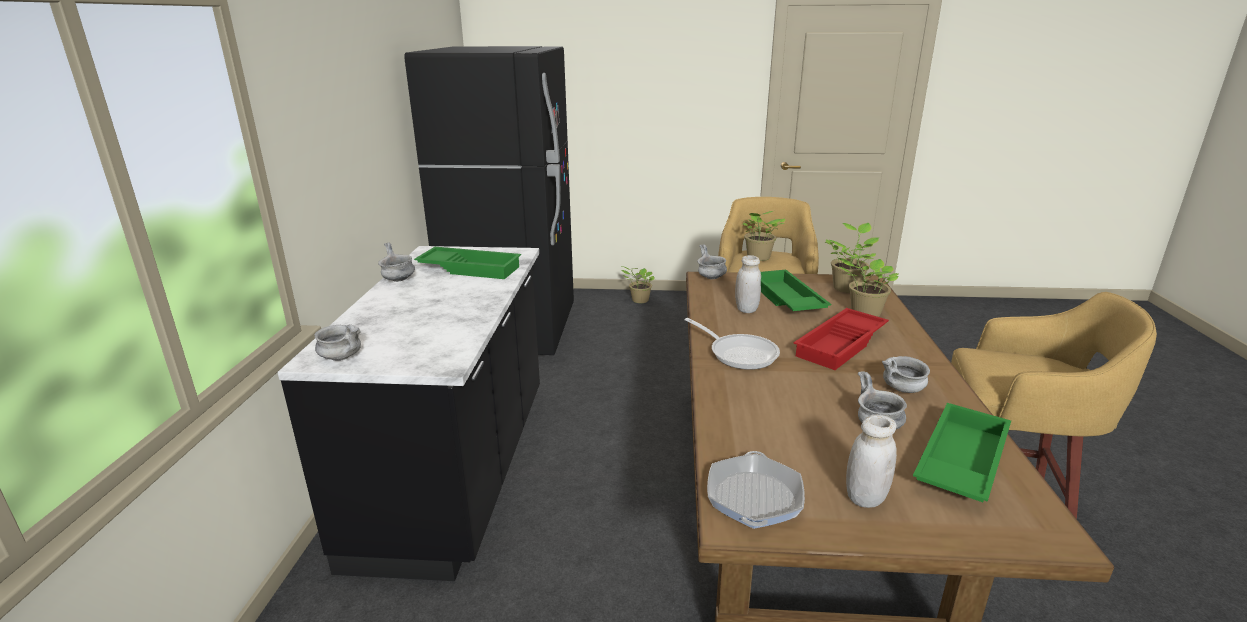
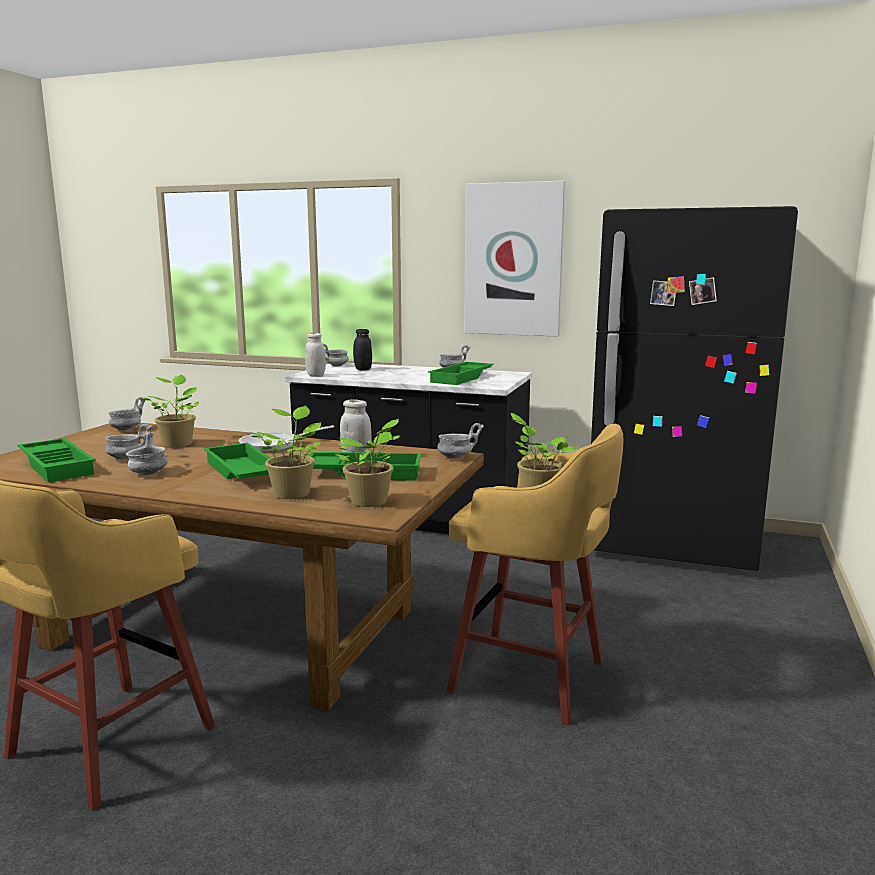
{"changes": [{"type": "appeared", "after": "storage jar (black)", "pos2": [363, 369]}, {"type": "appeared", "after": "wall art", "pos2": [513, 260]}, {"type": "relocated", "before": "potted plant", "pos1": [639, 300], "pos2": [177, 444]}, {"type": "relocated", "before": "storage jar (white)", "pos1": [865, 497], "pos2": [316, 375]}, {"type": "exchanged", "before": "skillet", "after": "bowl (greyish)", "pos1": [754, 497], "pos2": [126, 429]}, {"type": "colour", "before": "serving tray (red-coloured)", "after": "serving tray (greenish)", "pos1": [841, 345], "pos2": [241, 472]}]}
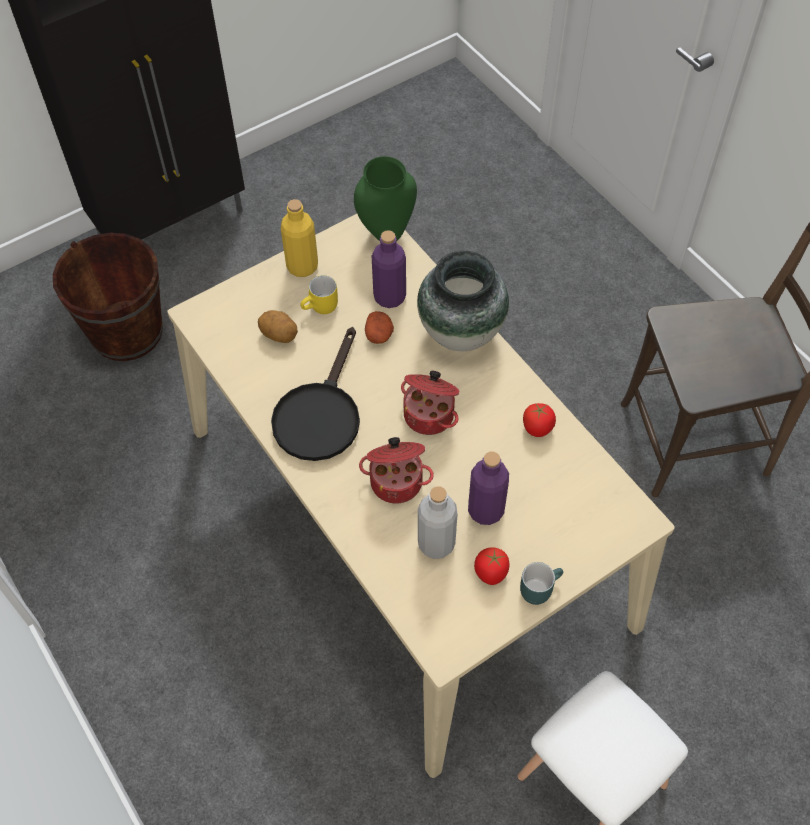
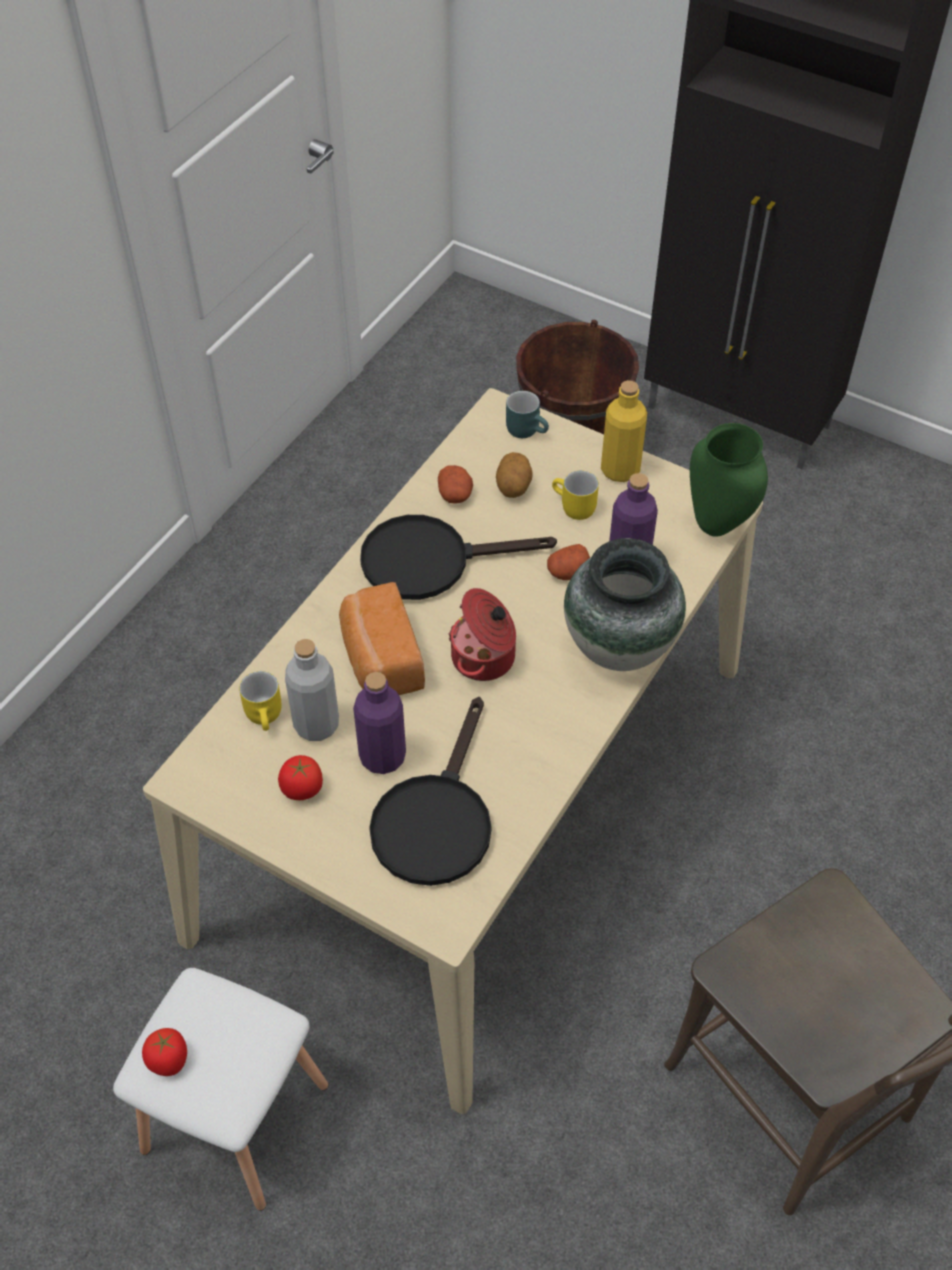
{"changes": [{"type": "appeared", "after": "coffee mug (yellow-coloured)", "pos2": [267, 716]}, {"type": "appeared", "after": "skillet (black)", "pos2": [436, 818]}, {"type": "appeared", "after": "potato", "pos2": [455, 494]}, {"type": "relocated", "before": "coffee mug (blue-green)", "pos1": [538, 587], "pos2": [528, 429]}, {"type": "relocated", "before": "tomato", "pos1": [537, 428], "pos2": [169, 1061]}, {"type": "exchanged", "before": "cooking pot", "after": "baked bread", "pos1": [396, 480], "pos2": [380, 659]}]}
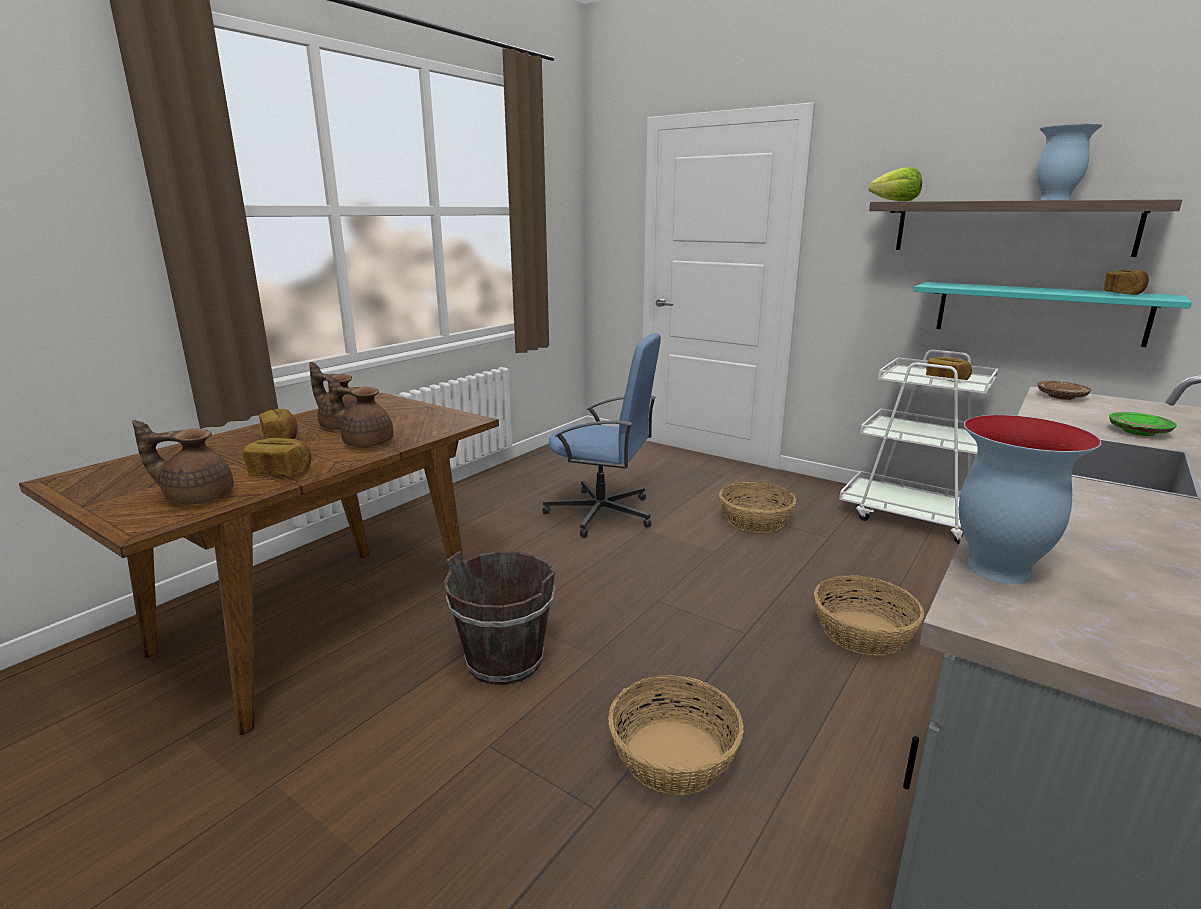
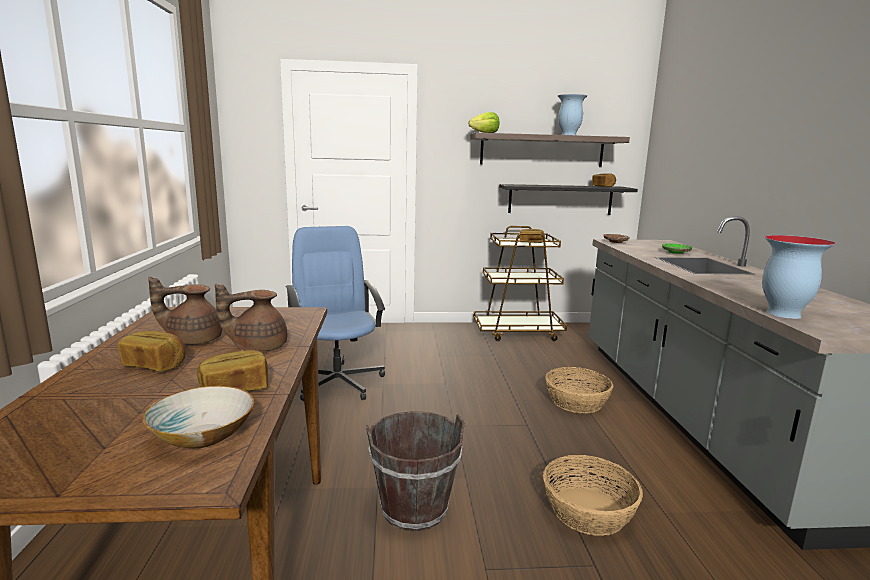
{"changes": [{"type": "missing", "before": "household basket", "pos1": [755, 520]}, {"type": "exchanged", "before": "pot for tea (brownish)", "after": "bowl", "pos1": [197, 497], "pos2": [202, 436]}, {"type": "colour", "before": "cart (white)", "after": "cart (brownish)", "pos1": [914, 517], "pos2": [518, 332]}, {"type": "colour", "before": "wall shelf (blue-green)", "after": "wall shelf (black)", "pos1": [1039, 312], "pos2": [560, 199]}, {"type": "spun", "before": "office chair (blue)", "pos1": [602, 513], "pos2": [338, 381], "turn": -90}]}
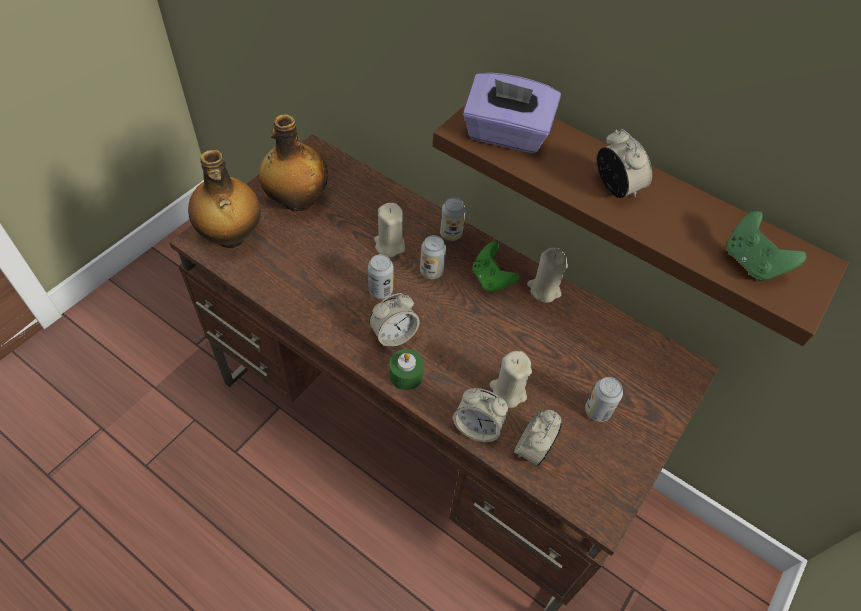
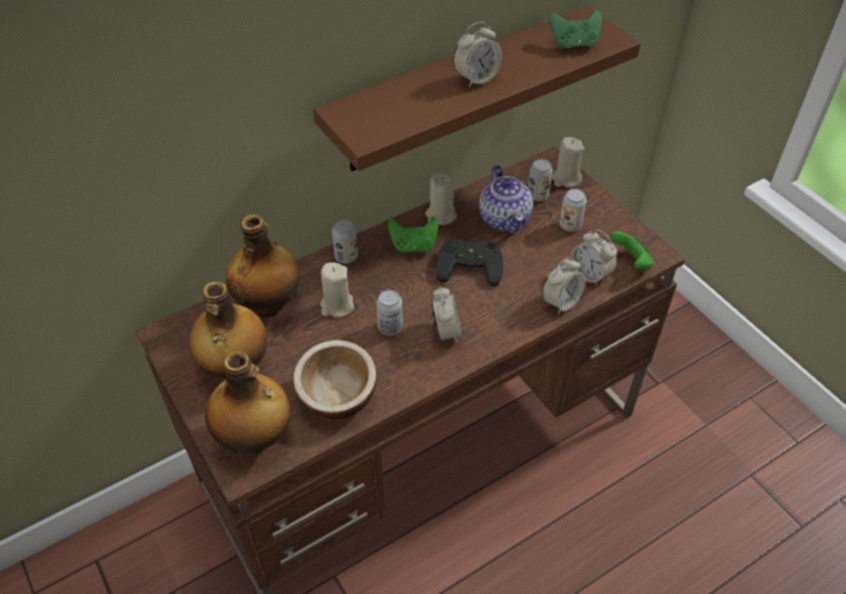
{"changes": [{"type": "missing", "before": "wax candle (greenish)", "pos1": [406, 375]}, {"type": "missing", "before": "tissue box (purple)", "pos1": [506, 135]}, {"type": "appeared", "after": "beverage bottle", "pos2": [269, 303]}, {"type": "appeared", "after": "bowl", "pos2": [337, 395]}, {"type": "appeared", "after": "game controller (black)", "pos2": [470, 263]}, {"type": "appeared", "after": "pot for tea", "pos2": [505, 218]}, {"type": "appeared", "after": "game controller (greenish)", "pos2": [631, 262]}, {"type": "relocated", "before": "sealed can", "pos1": [431, 271], "pos2": [537, 195]}, {"type": "relocated", "before": "wax candle (sand-coloured)", "pos1": [508, 391], "pos2": [566, 179]}, {"type": "spun", "before": "alarm clock", "pos1": [616, 188], "pos2": [476, 78], "turn": 150}]}
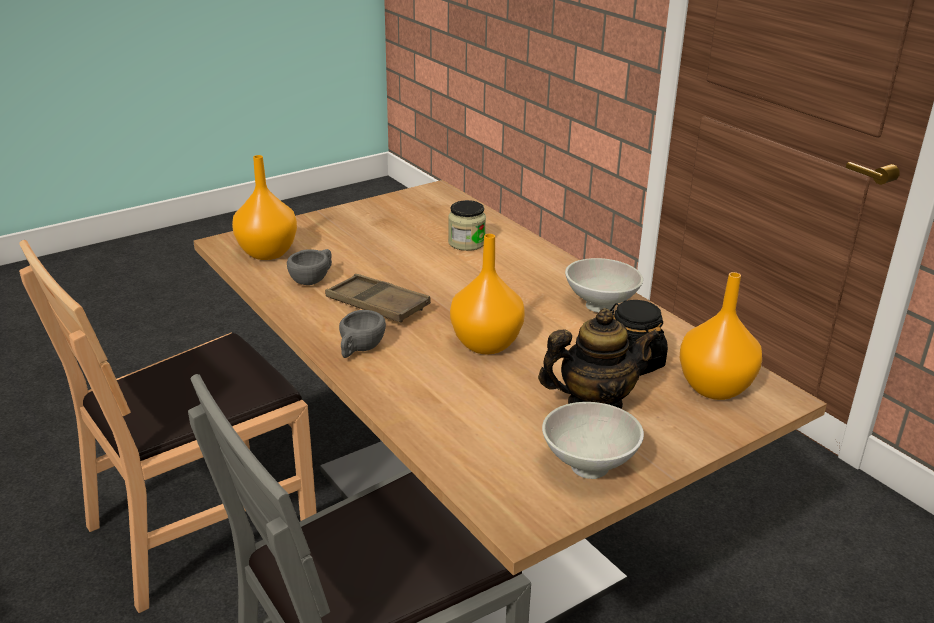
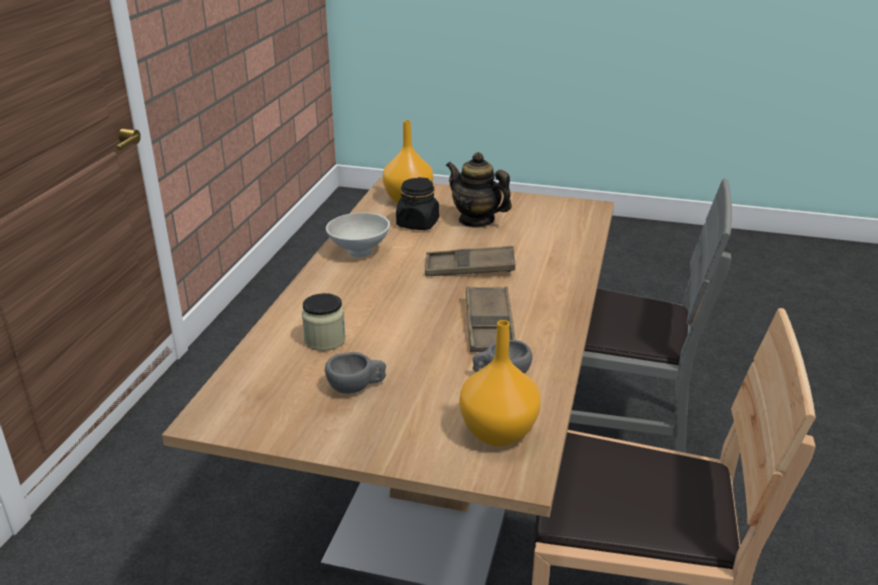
{"changes": [{"type": "missing", "before": "bowl (white)", "pos1": [586, 467]}, {"type": "relocated", "before": "drinking cup (greyish)", "pos1": [359, 350], "pos2": [357, 387]}, {"type": "exchanged", "before": "decorative vase (orange-coloured)", "after": "serving tray (brownish)", "pos1": [485, 343], "pos2": [470, 268]}]}
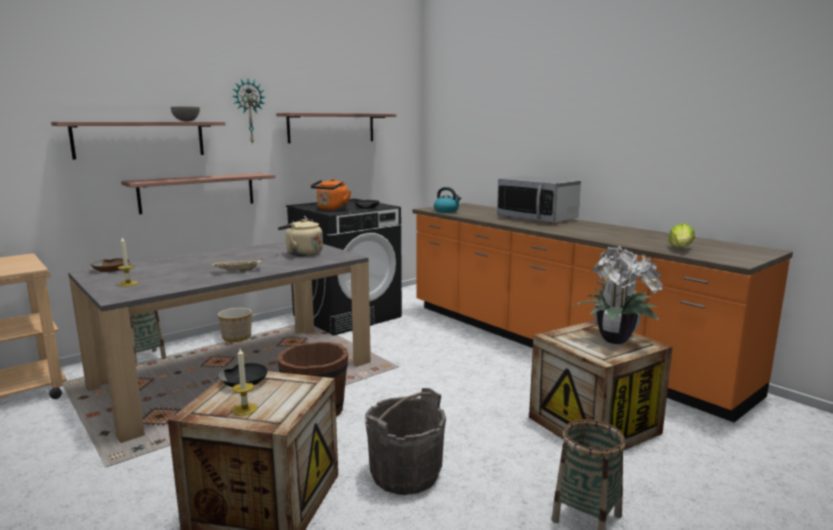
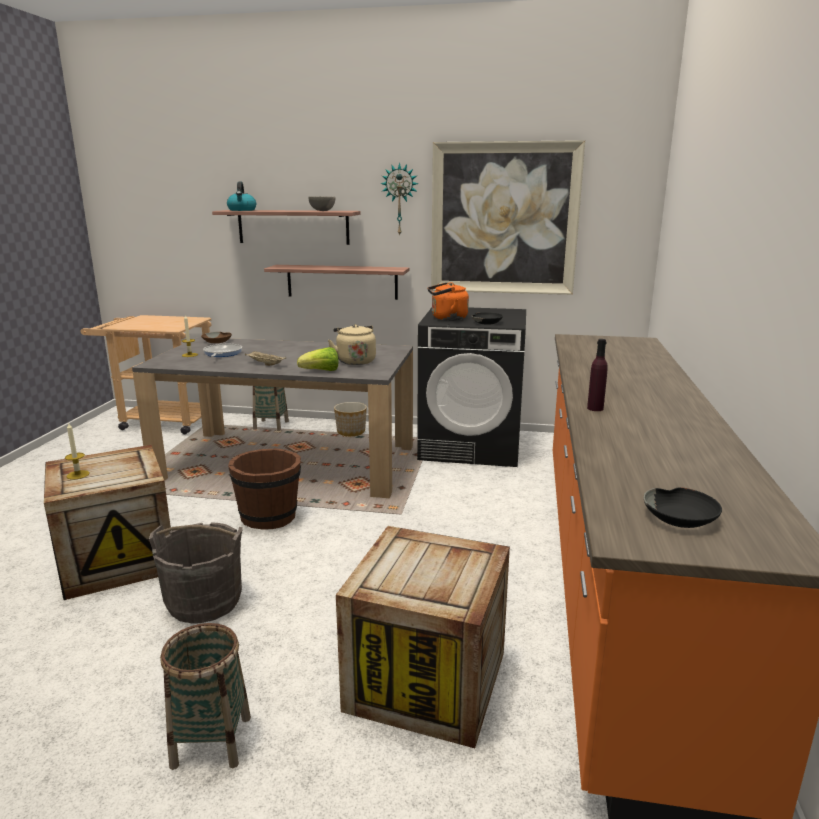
{"changes": [{"type": "missing", "before": "kitchen microwave", "pos1": [537, 218]}, {"type": "missing", "before": "potted plant", "pos1": [613, 339]}, {"type": "appeared", "after": "skillet", "pos2": [222, 353]}, {"type": "appeared", "after": "beverage bottle (purple)", "pos2": [595, 408]}, {"type": "relocated", "before": "bowl (black)", "pos1": [245, 382], "pos2": [681, 517]}, {"type": "relocated", "before": "water kettle", "pos1": [446, 211], "pos2": [242, 210]}, {"type": "relocated", "before": "head of lettuce", "pos1": [680, 249], "pos2": [321, 371]}, {"type": "exchanged", "before": "wall shelf", "after": "wall art", "pos1": [332, 128], "pos2": [504, 219]}]}
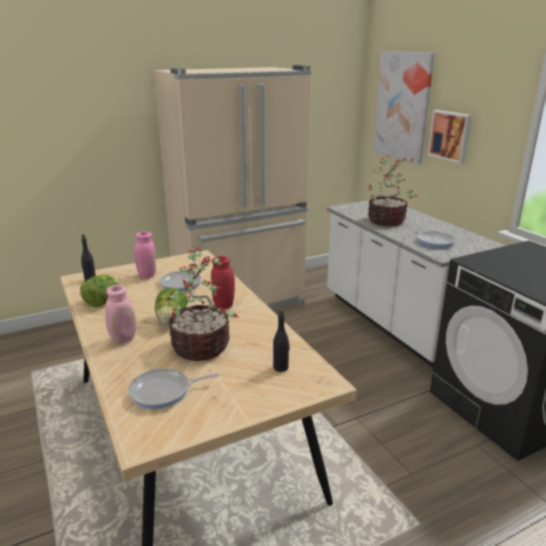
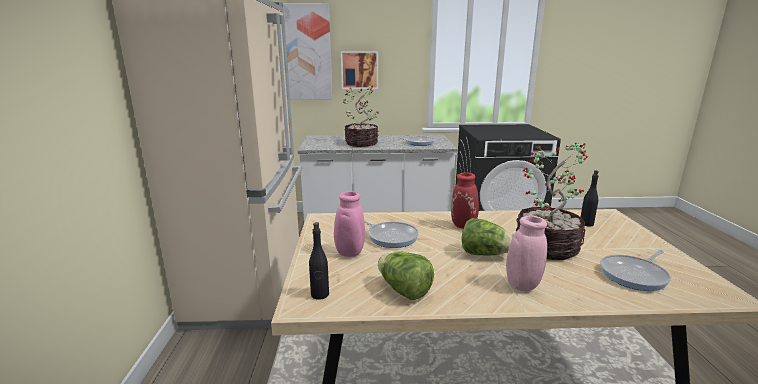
{"changes": [{"type": "spun", "before": "skillet", "pos1": [164, 392], "pos2": [635, 275], "turn": 45}]}
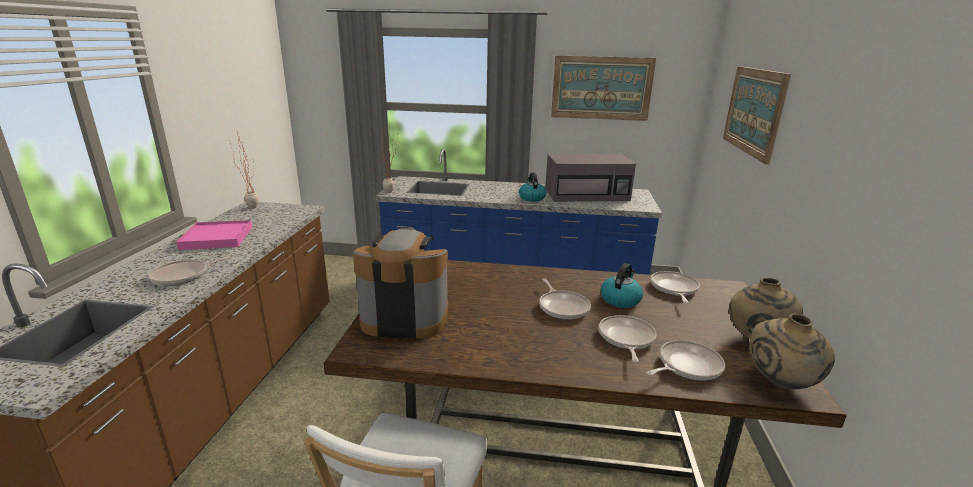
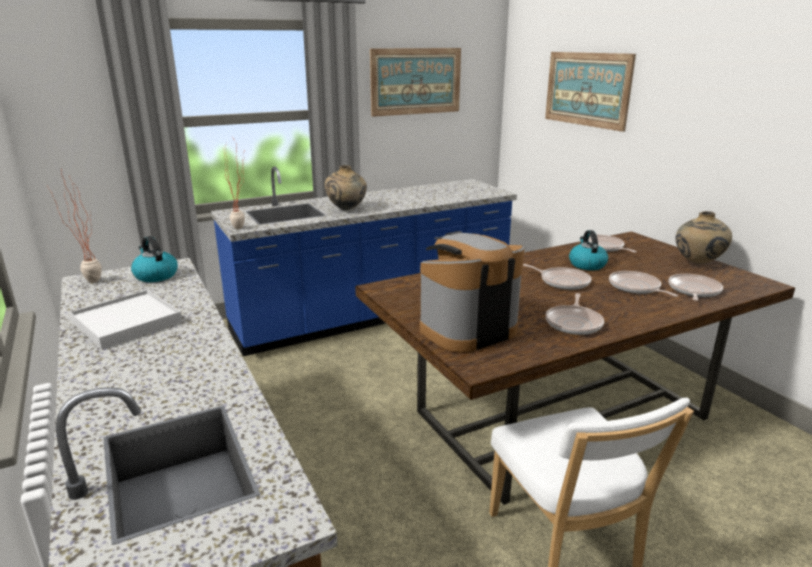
{"changes": [{"type": "missing", "before": "kitchen microwave (greyish)", "pos1": [587, 194]}, {"type": "relocated", "before": "skillet", "pos1": [183, 276], "pos2": [574, 323]}, {"type": "relocated", "before": "water kettle", "pos1": [531, 198], "pos2": [155, 275]}, {"type": "relocated", "before": "decorative vase (sand-coloured)", "pos1": [780, 383], "pos2": [347, 210]}, {"type": "colour", "before": "serving tray (pink)", "after": "serving tray (white)", "pos1": [217, 238], "pos2": [127, 323]}]}
